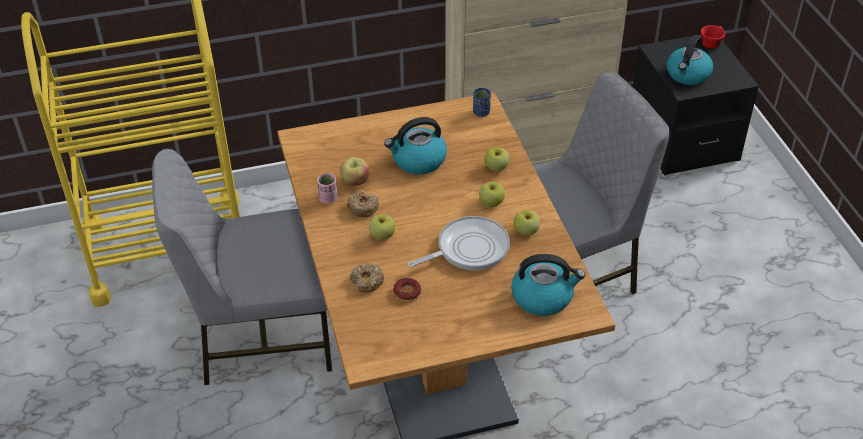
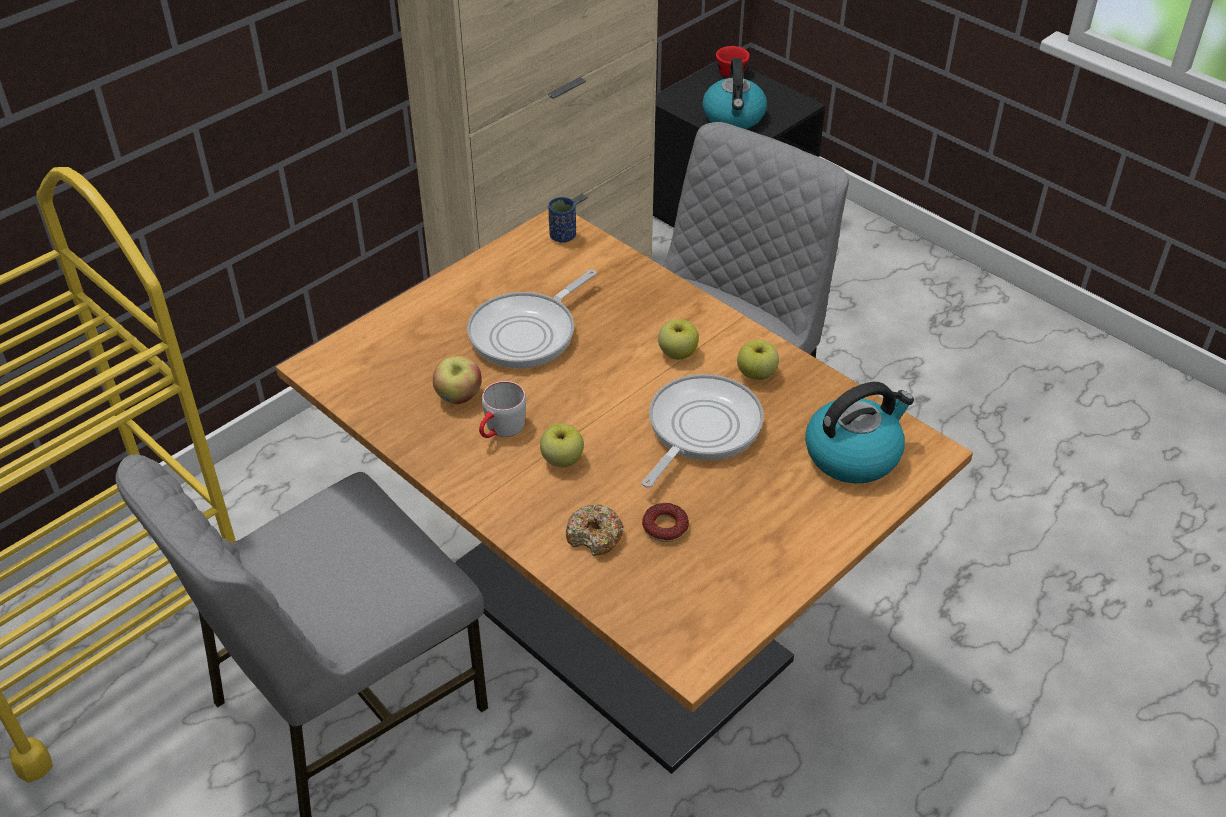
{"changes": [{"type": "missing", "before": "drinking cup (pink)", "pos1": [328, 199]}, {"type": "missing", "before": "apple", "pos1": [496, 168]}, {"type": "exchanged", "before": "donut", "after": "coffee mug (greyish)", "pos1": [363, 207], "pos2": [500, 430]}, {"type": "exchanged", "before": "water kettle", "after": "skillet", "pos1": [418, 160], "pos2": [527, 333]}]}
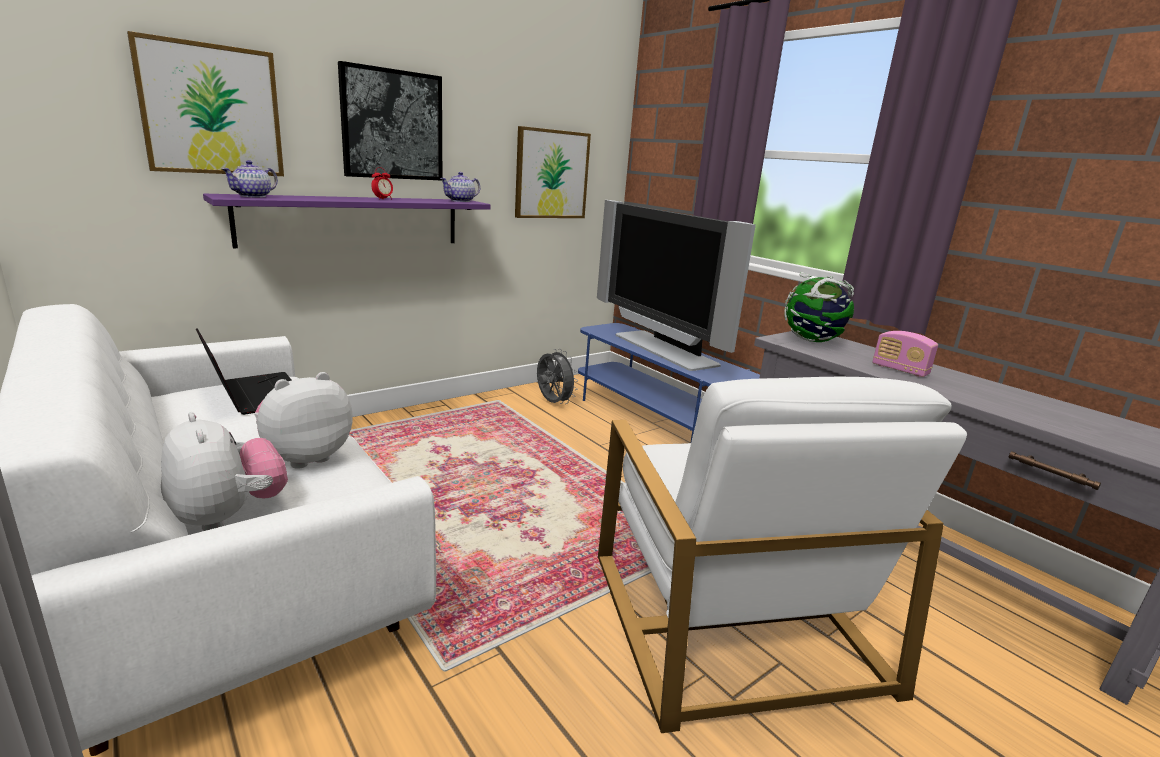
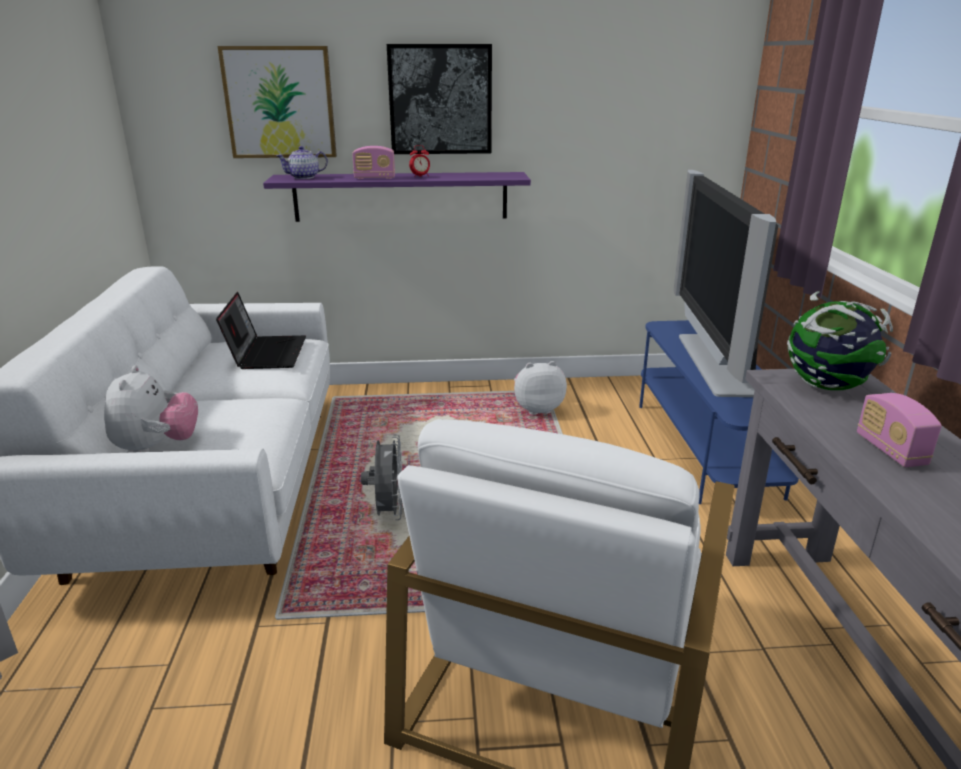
{"changes": [{"type": "missing", "before": "pot for tea", "pos1": [461, 201]}, {"type": "missing", "before": "wall art", "pos1": [551, 174]}, {"type": "appeared", "after": "radio set", "pos2": [374, 178]}, {"type": "relocated", "before": "cuddly toy", "pos1": [305, 457], "pos2": [537, 409]}, {"type": "relocated", "before": "electric fan (greyish)", "pos1": [552, 403], "pos2": [388, 512]}]}
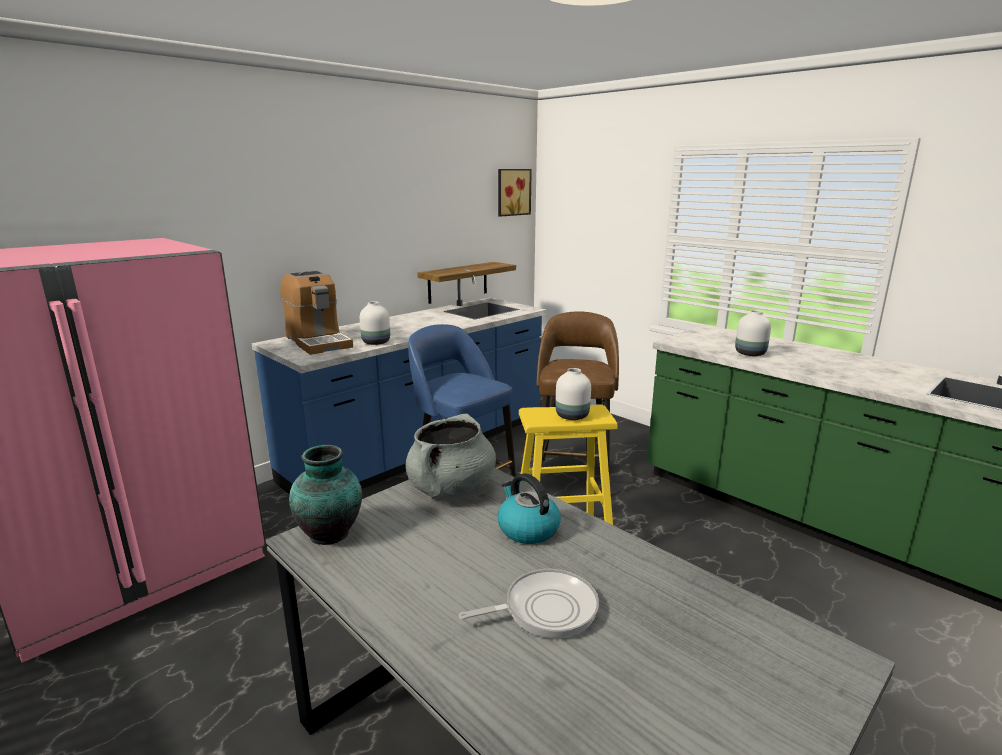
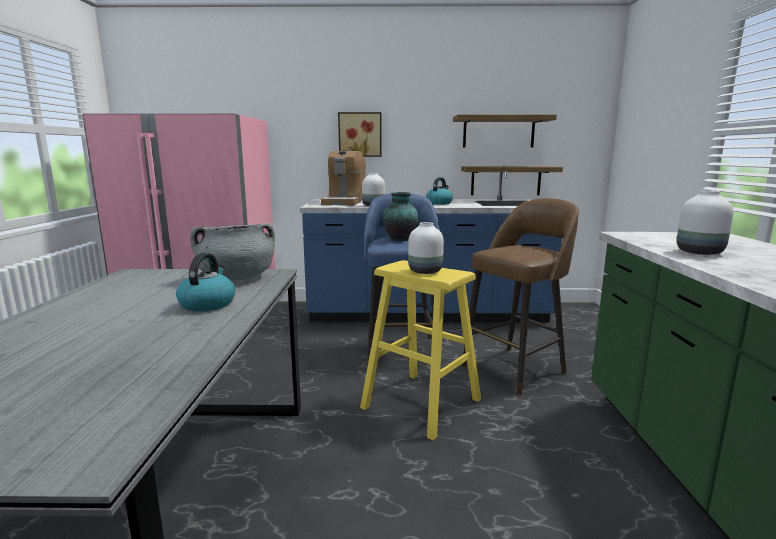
{"changes": [{"type": "missing", "before": "skillet", "pos1": [545, 609]}, {"type": "appeared", "after": "water kettle", "pos2": [439, 203]}, {"type": "appeared", "after": "wall shelf", "pos2": [498, 132]}, {"type": "relocated", "before": "decorative vase", "pos1": [331, 534], "pos2": [400, 239]}, {"type": "relocated", "before": "wall art", "pos1": [512, 192], "pos2": [360, 134]}]}
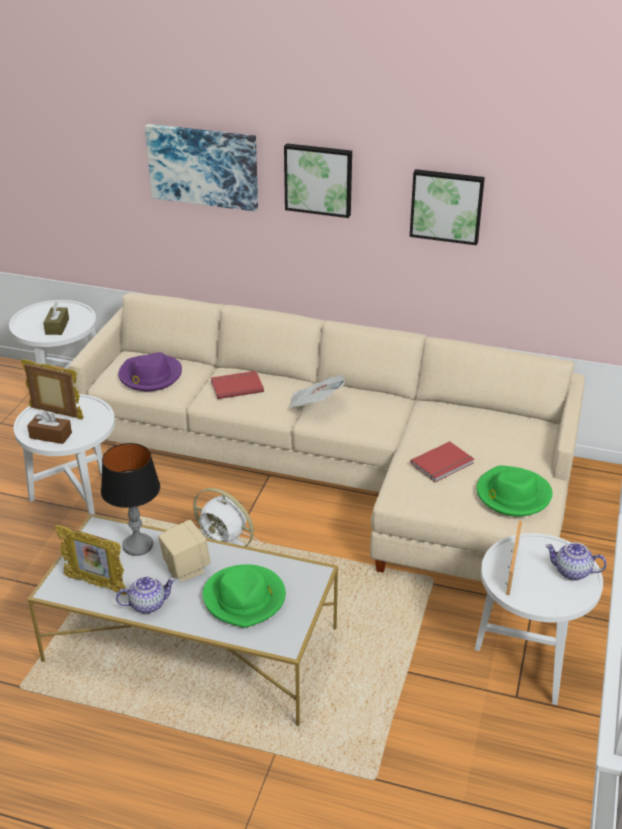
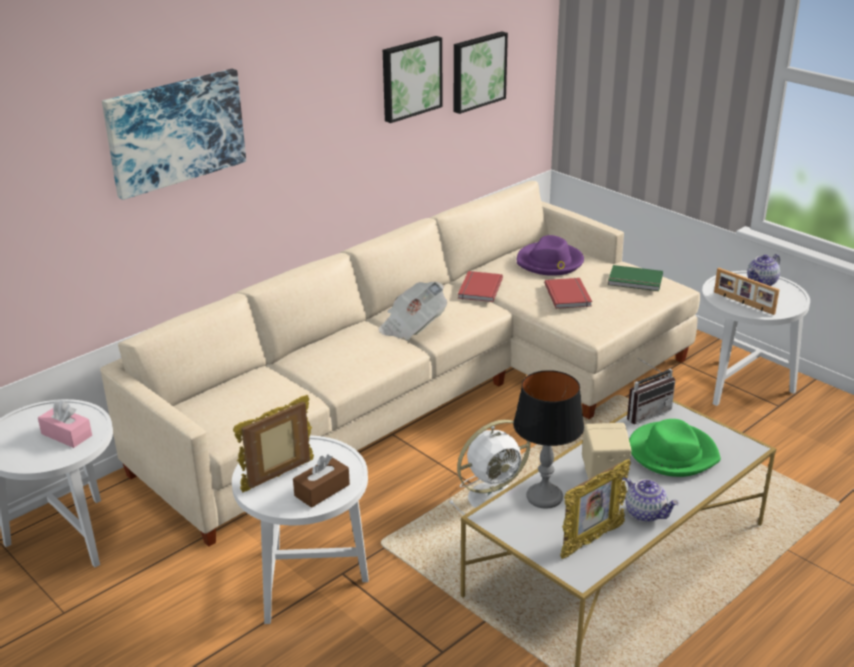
{"changes": [{"type": "appeared", "after": "radio set", "pos2": [645, 412]}, {"type": "relocated", "before": "wearable hat (purple)", "pos1": [150, 376], "pos2": [550, 262]}, {"type": "relocated", "before": "bound book (red-coloured)", "pos1": [236, 386], "pos2": [478, 288]}, {"type": "relocated", "before": "wall art", "pos1": [319, 179], "pos2": [477, 71]}, {"type": "exchanged", "before": "wearable hat (greenish)", "after": "bound book (greenish)", "pos1": [512, 495], "pos2": [635, 281]}, {"type": "colour", "before": "tissue box (brownish)", "after": "tissue box (pink)", "pos1": [57, 326], "pos2": [66, 435]}, {"type": "spun", "before": "pot for tea", "pos1": [148, 604], "pos2": [645, 513], "turn": 120}]}
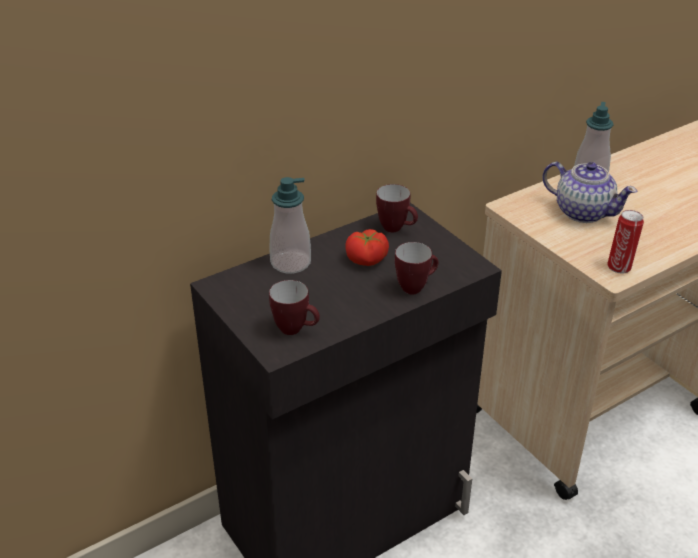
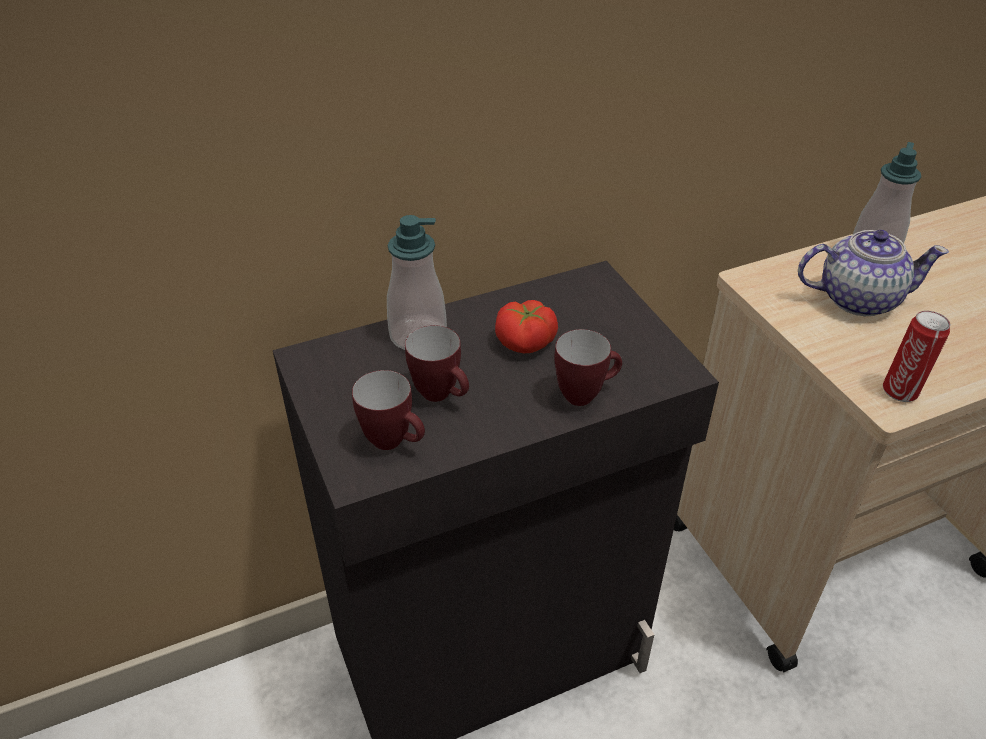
{"changes": [{"type": "relocated", "before": "coffee mug", "pos1": [397, 229], "pos2": [442, 396]}, {"type": "spun", "before": "pot for tea", "pos1": [583, 212], "pos2": [857, 299], "turn": -45}]}
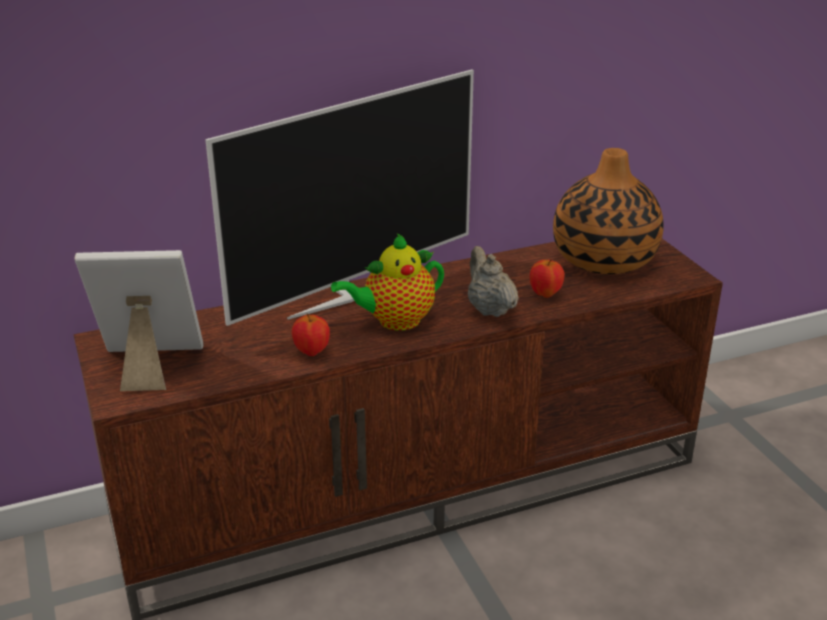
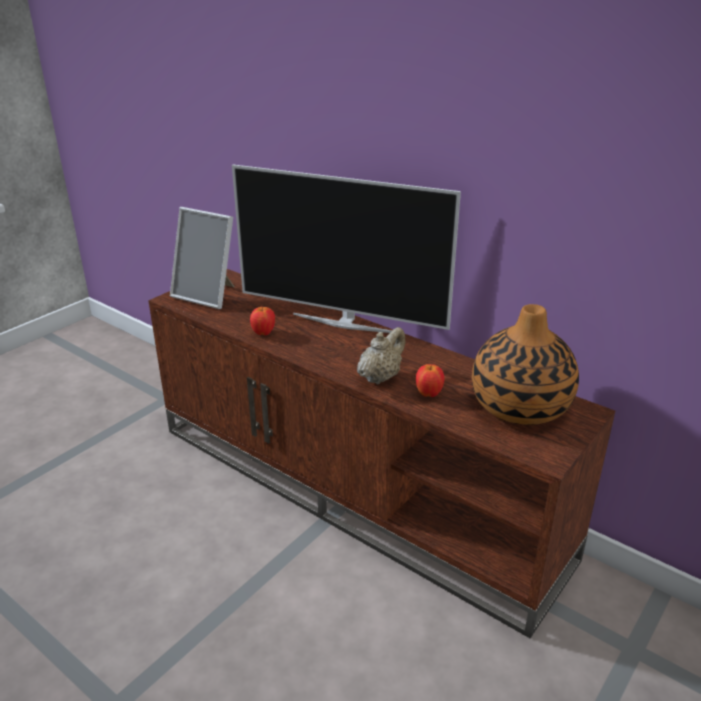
{"changes": [{"type": "missing", "before": "pot for tea", "pos1": [394, 321]}, {"type": "spun", "before": "standing frame", "pos1": [149, 366], "pos2": [208, 295], "turn": 150}]}
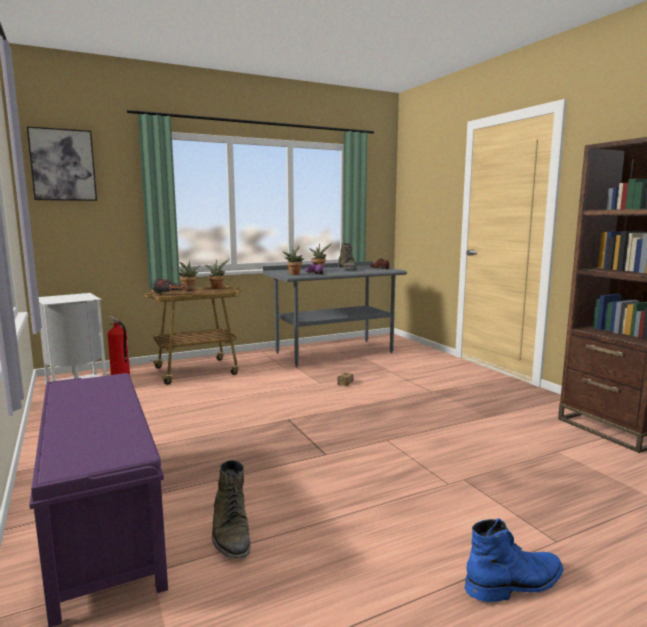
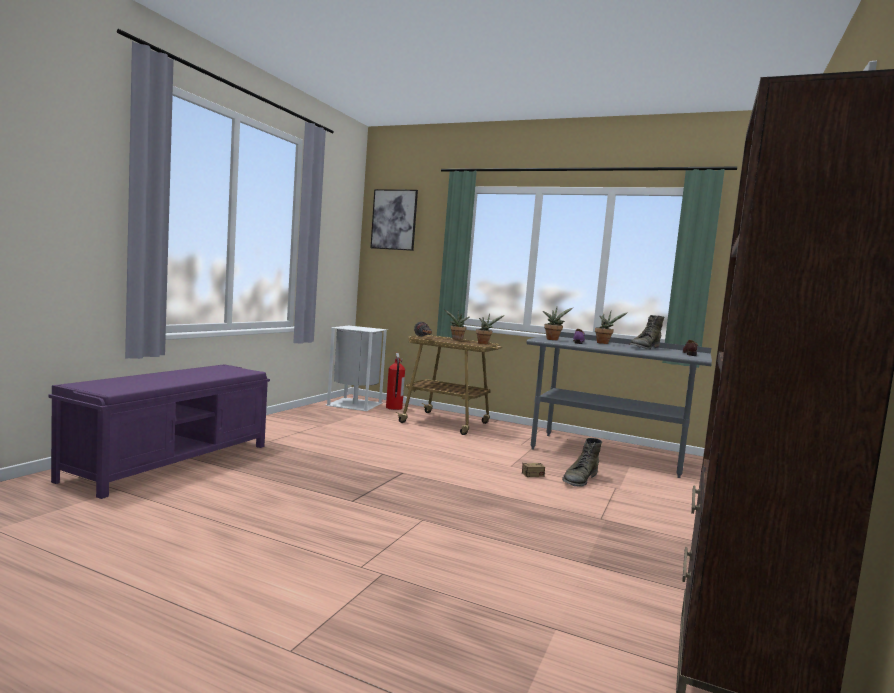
{"changes": [{"type": "missing", "before": "tall boot (blue)", "pos1": [515, 583]}, {"type": "relocated", "before": "tall boot (greenish)", "pos1": [231, 532], "pos2": [579, 479]}]}
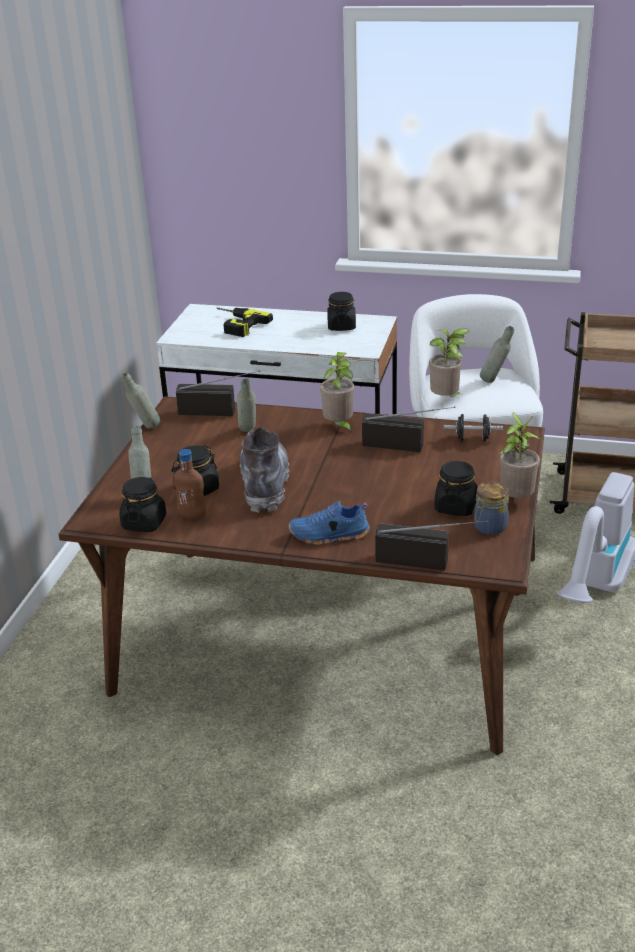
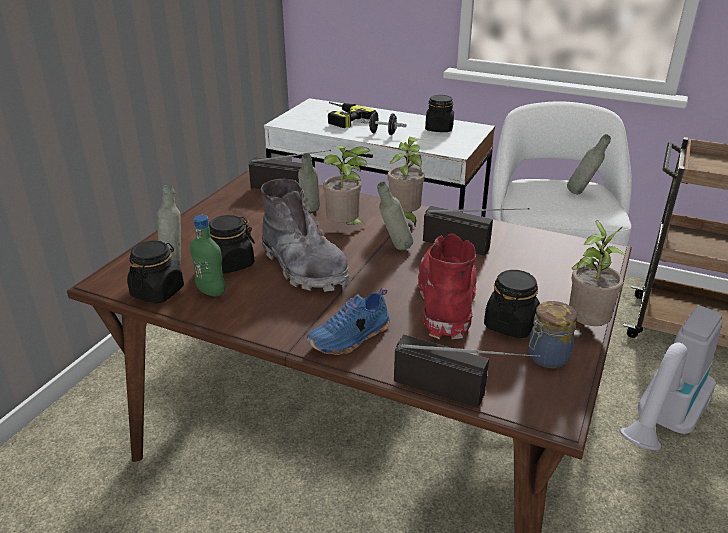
{"changes": [{"type": "appeared", "after": "tall boot (red-coloured)", "pos2": [446, 301]}, {"type": "relocated", "before": "beverage bottle (greyish)", "pos1": [145, 428], "pos2": [394, 249]}, {"type": "relocated", "before": "potted plant", "pos1": [446, 400], "pos2": [345, 228]}, {"type": "relocated", "before": "hand weight (black)", "pos1": [472, 439], "pos2": [383, 133]}, {"type": "colour", "before": "beverage bottle (brownish)", "after": "beverage bottle (greenish)", "pos1": [192, 516], "pos2": [211, 291]}, {"type": "spun", "before": "tall boot (greyish)", "pos1": [264, 483], "pos2": [304, 267], "turn": 135}, {"type": "spun", "before": "item of footwear (blue)", "pos1": [329, 536], "pos2": [351, 338], "turn": -45}]}
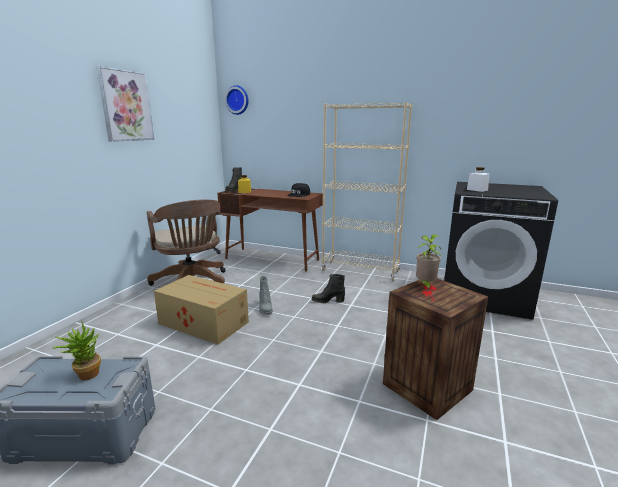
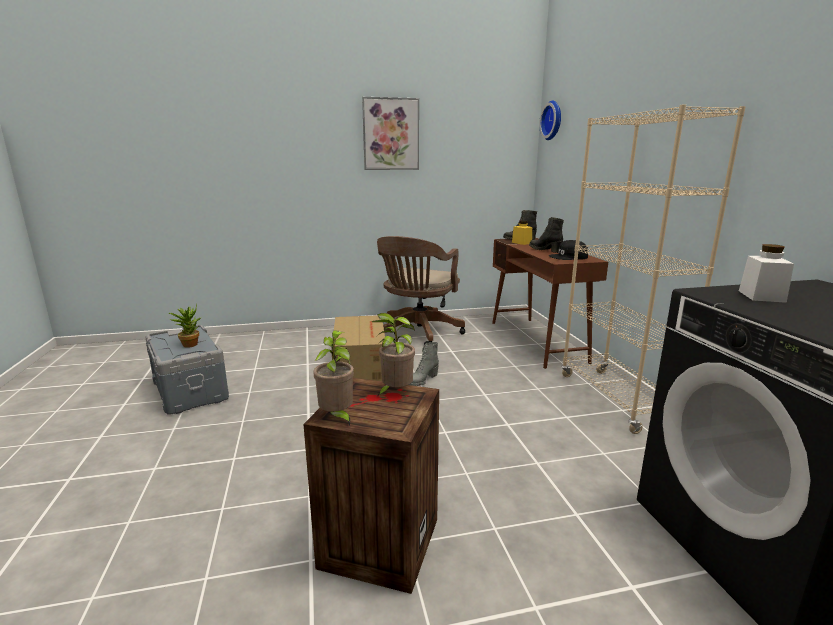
{"changes": [{"type": "appeared", "after": "potted plant", "pos2": [337, 417]}, {"type": "relocated", "before": "tall boot (black)", "pos1": [328, 301], "pos2": [545, 250]}]}
